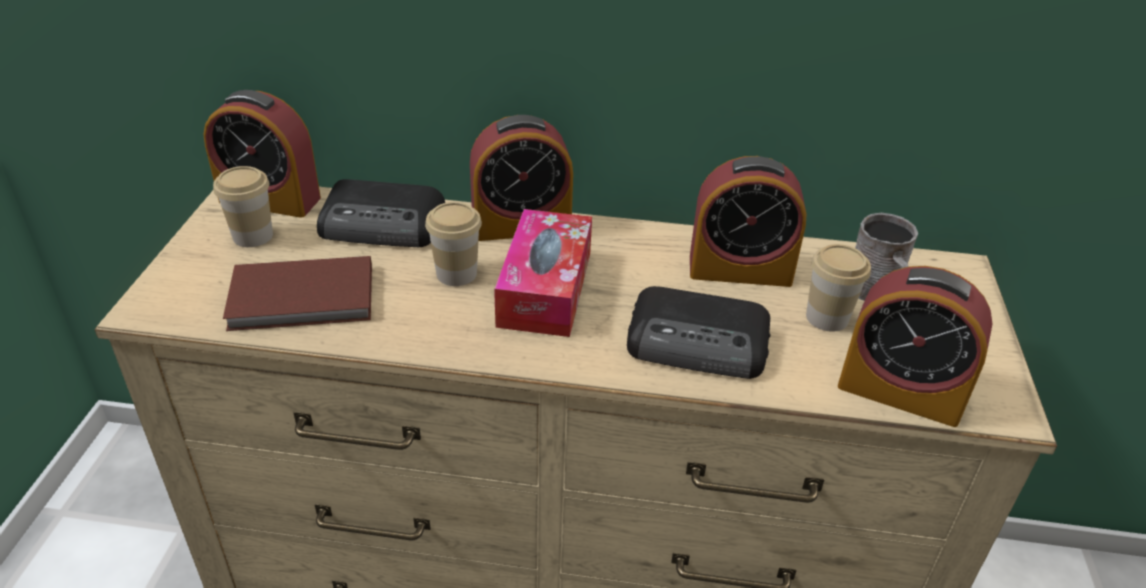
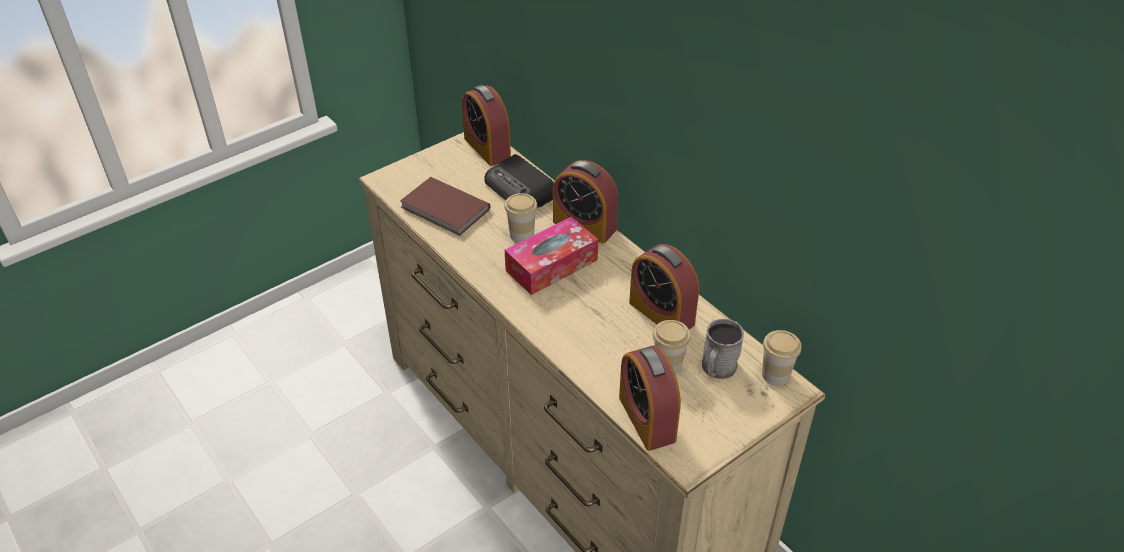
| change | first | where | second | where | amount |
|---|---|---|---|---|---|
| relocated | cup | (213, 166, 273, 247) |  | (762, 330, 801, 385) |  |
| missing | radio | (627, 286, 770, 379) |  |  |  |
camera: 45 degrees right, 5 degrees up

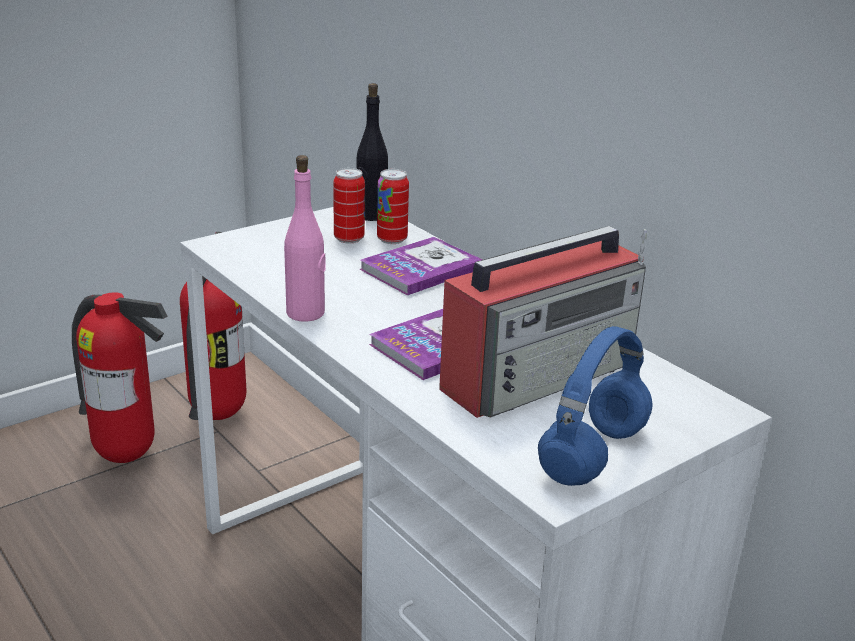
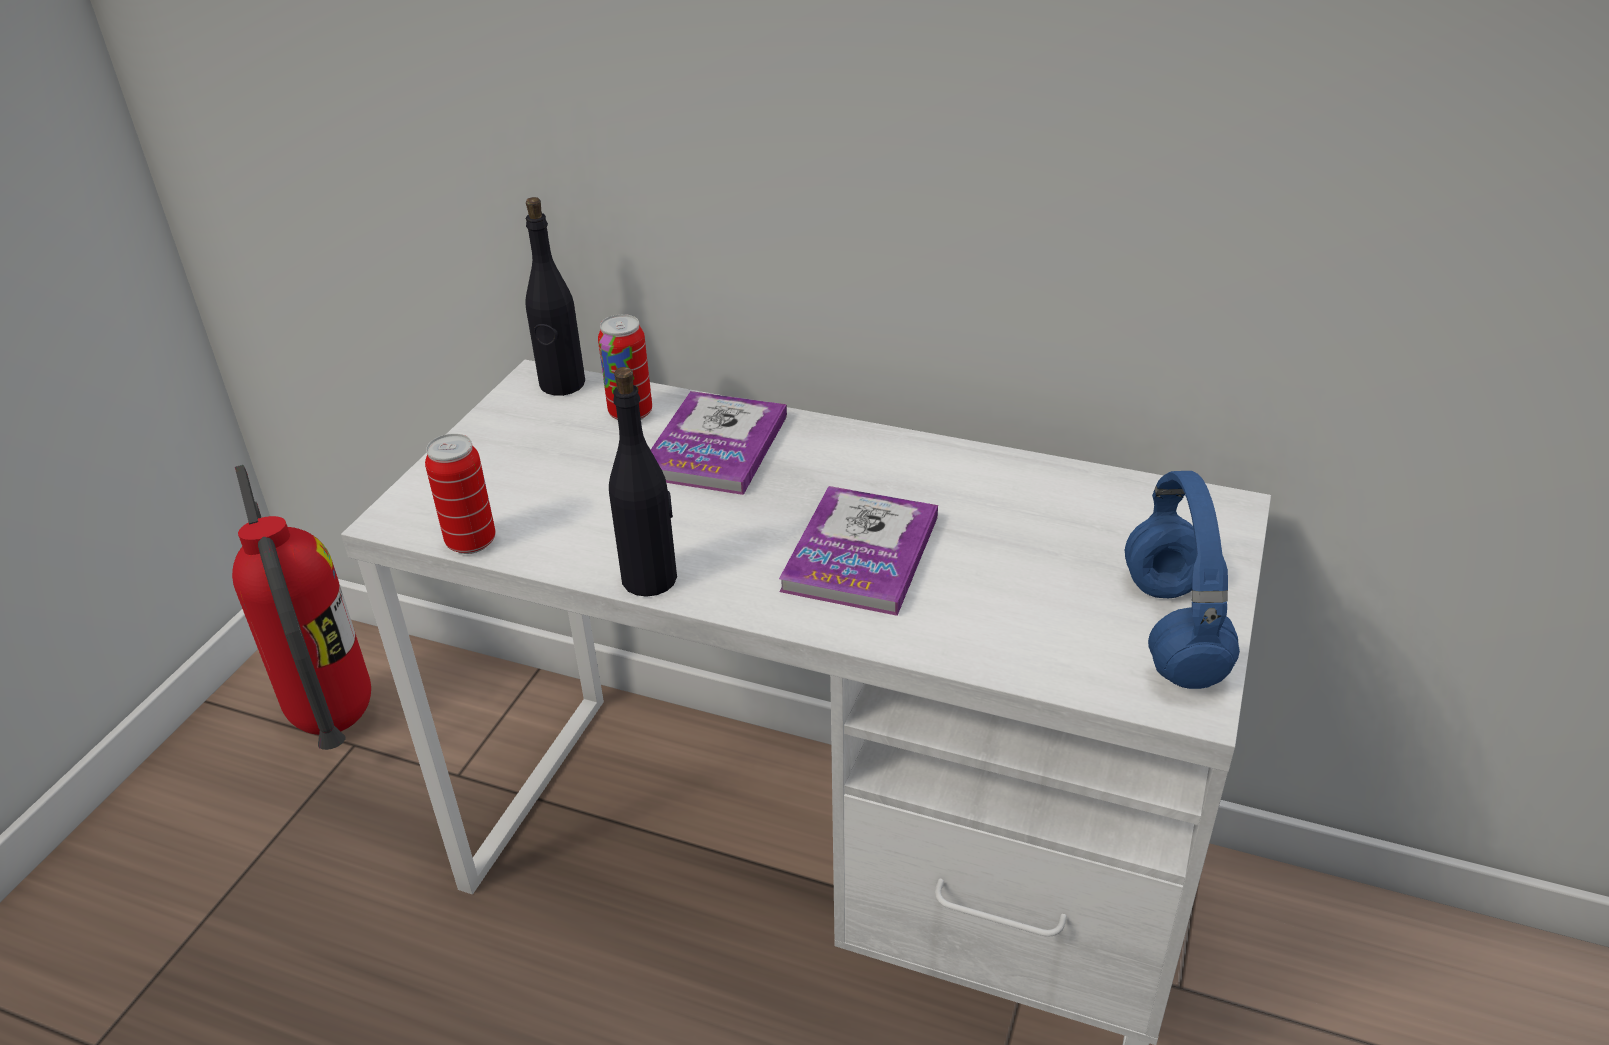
| change | first | where | second | where | amount |
|---|---|---|---|---|---|
| colour | pink bottle | (284, 155, 325, 322) | black bottle | (609, 367, 677, 597) |  |
| relocated | can | (333, 168, 365, 243) |  | (425, 434, 496, 554) |  |
| missing | radio | (439, 226, 647, 418) |  |  |  |
| missing | fire extinguisher | (72, 292, 168, 463) |  |  |  |
camera: 30 degrees left, 10 degrees up

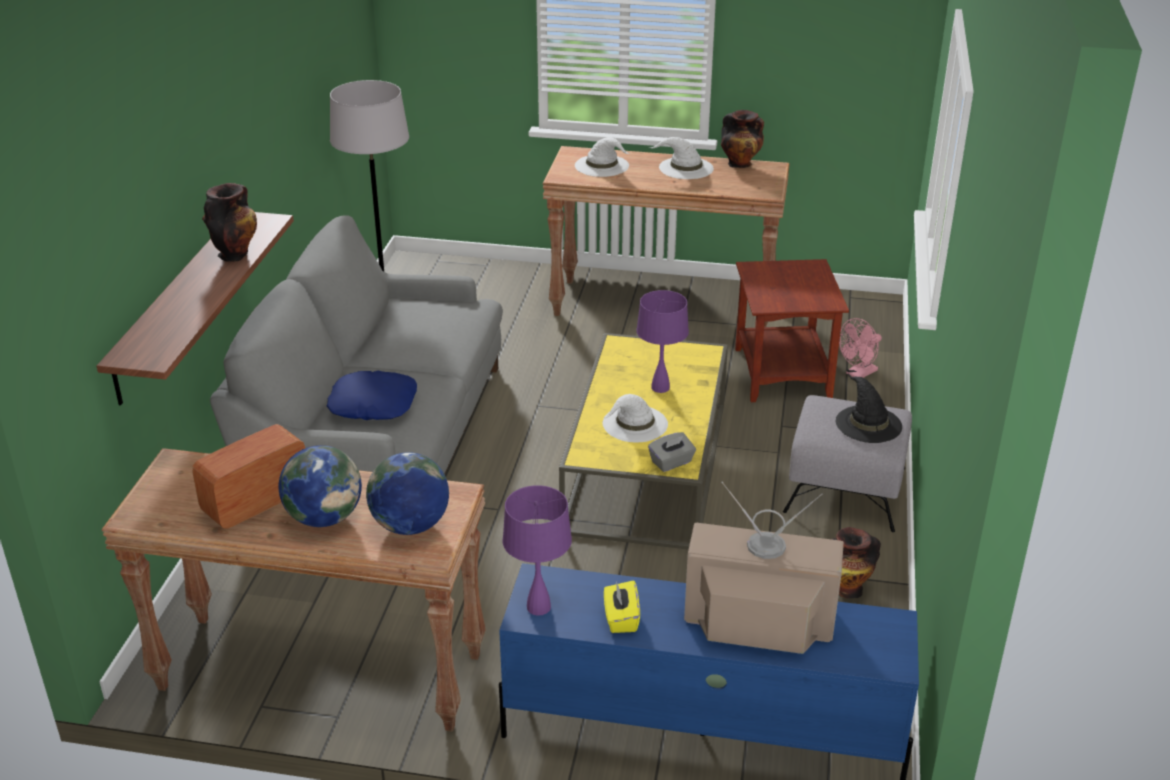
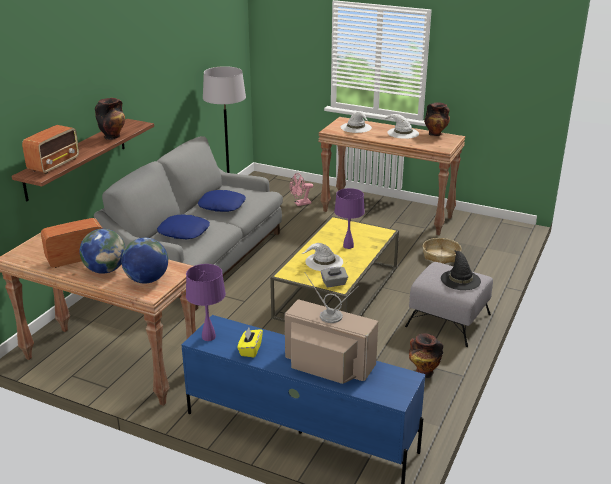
| change | first | where | second | where | amount |
|---|---|---|---|---|---|
| exchanged | brown side table | (735, 259, 849, 402) | basket | (423, 238, 462, 264) |  |
| relocated | pink fan | (839, 318, 882, 378) |  | (290, 173, 313, 206) |  |
| appeared |  |  | radio | (22, 125, 79, 174) |  |
| appeared |  |  | blue pillow | (198, 190, 246, 212) |  |
camera: 15 degrees right, 5 degrees down

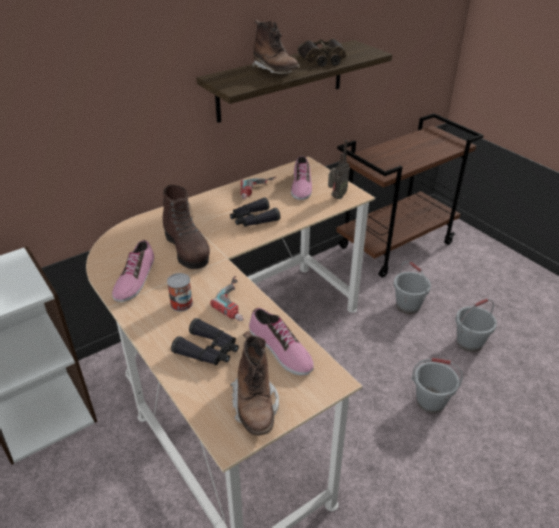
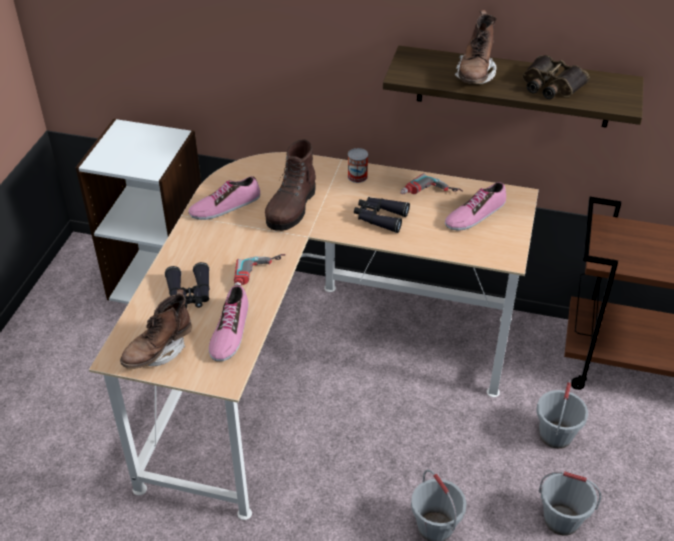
| change | first | where | second | where | amount |
|---|---|---|---|---|---|
| missing | radio | (328, 140, 350, 199) |  |  |  |
| relocated | can | (167, 273, 193, 311) |  | (348, 148, 368, 183) |  |
camera: 50 degrees right, 5 degrees up

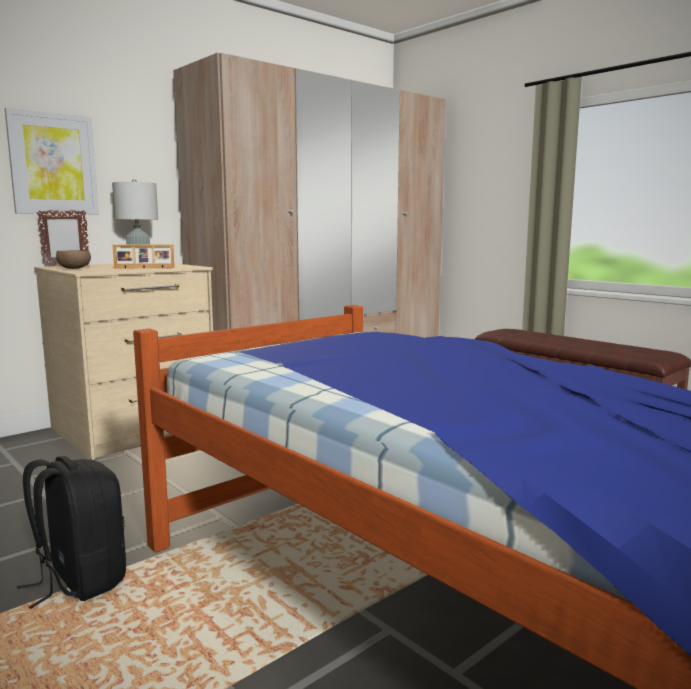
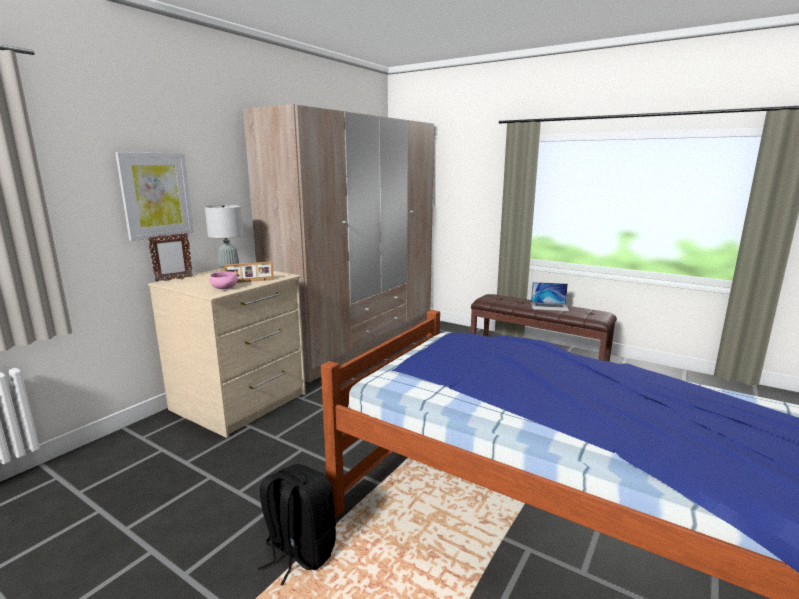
| change | first | where | second | where | amount |
|---|---|---|---|---|---|
| missing | brown bowl | (56, 250, 91, 269) |  |  |  |
| appeared |  |  | pink bowl | (210, 271, 238, 289) |  |
| appeared |  |  | laptop | (531, 282, 569, 311) |  |
camera: 15 degrees left, 5 degrees up

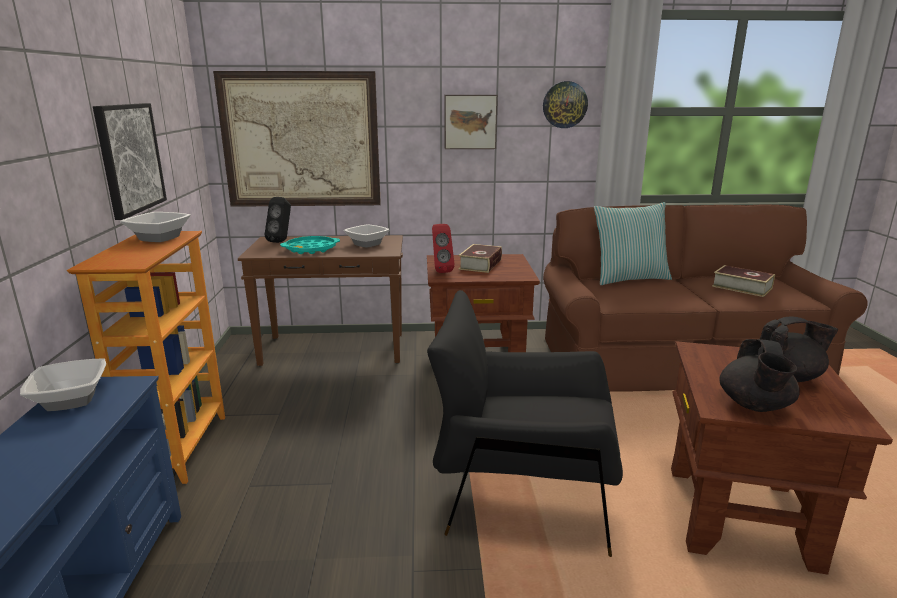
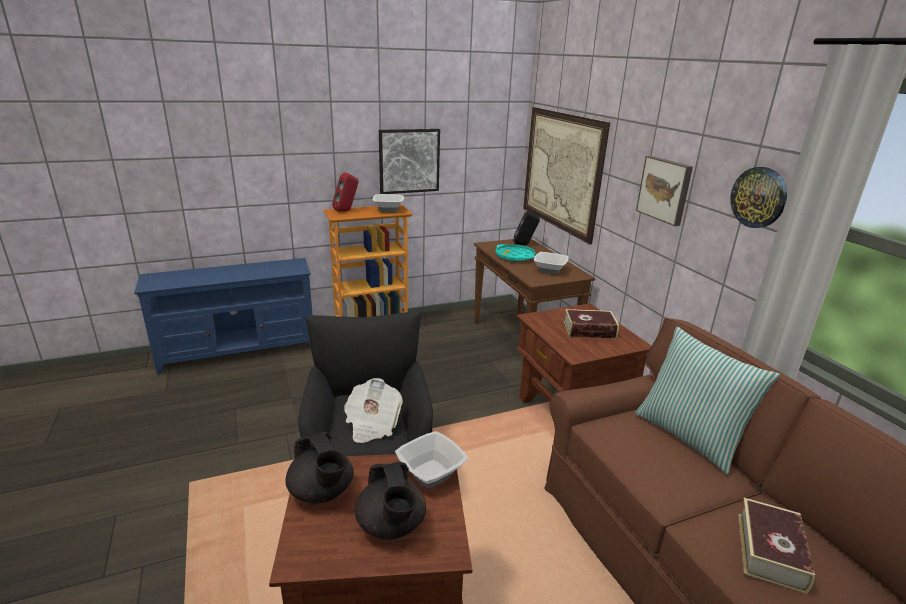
| change | first | where | second | where | amount |
|---|---|---|---|---|---|
| relocated | red speaker | (432, 224, 455, 273) |  | (332, 172, 358, 212) |  |
| spun | black teapot | (719, 339, 800, 412) |  | (285, 432, 354, 504) | 120 degrees counterclockwise |
| relocated | bowl | (20, 358, 106, 411) |  | (395, 431, 468, 488) |  |
| appeared |  |  | newspaper | (344, 378, 403, 443) |  |
camera: 70 degrees right, 5 degrees up

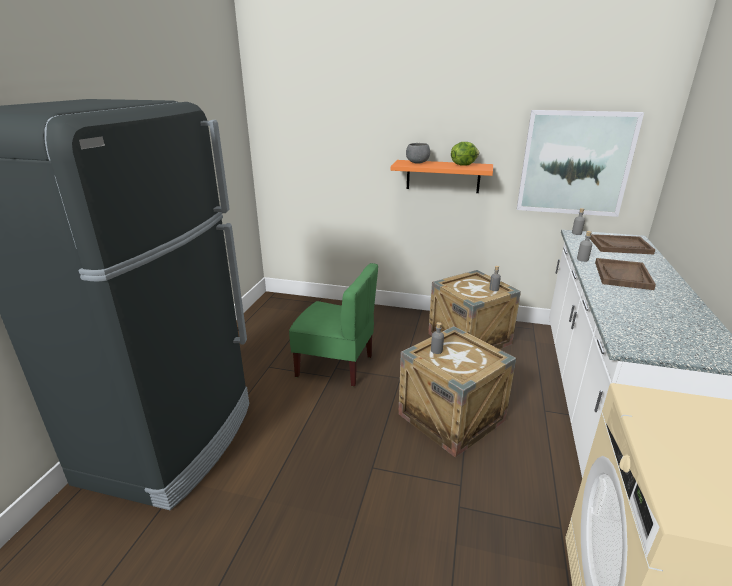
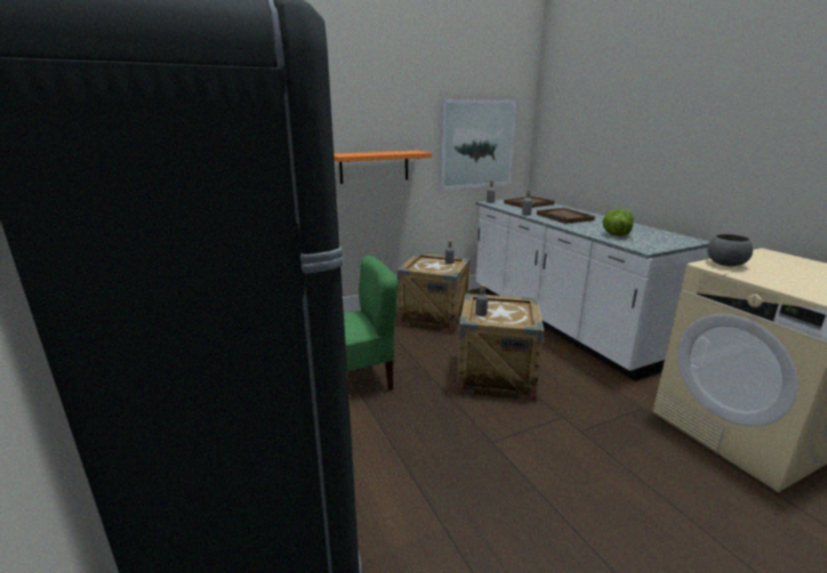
| change | first | where | second | where | amount |
|---|---|---|---|---|---|
| relocated | lettuce | (451, 142, 479, 166) |  | (603, 209, 634, 236) |  |
| relocated | grey bowl | (406, 143, 430, 164) |  | (707, 234, 753, 266) |  |
camera: 40 degrees left, 5 degrees down

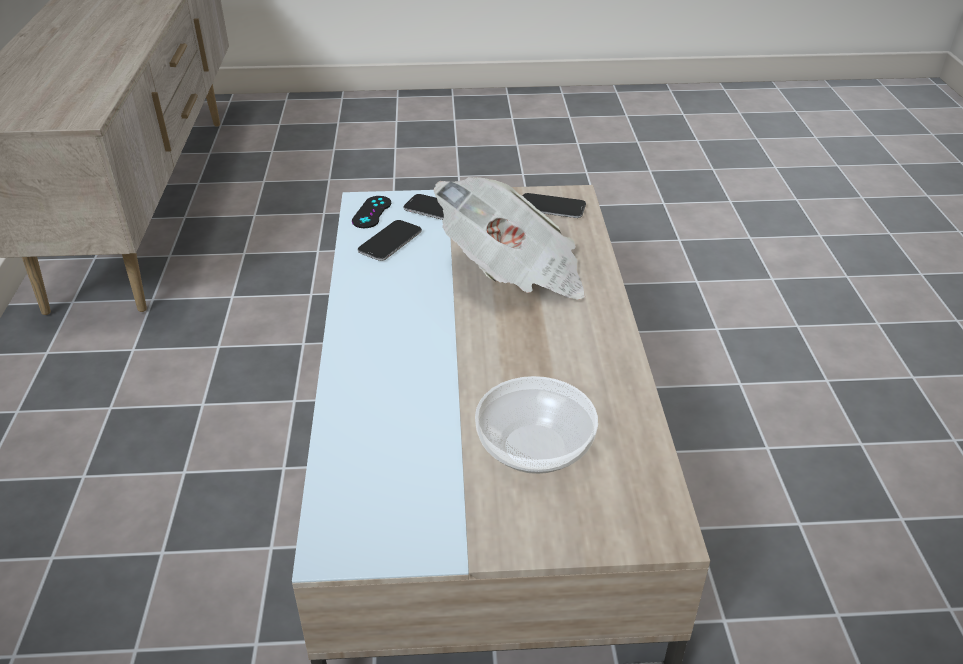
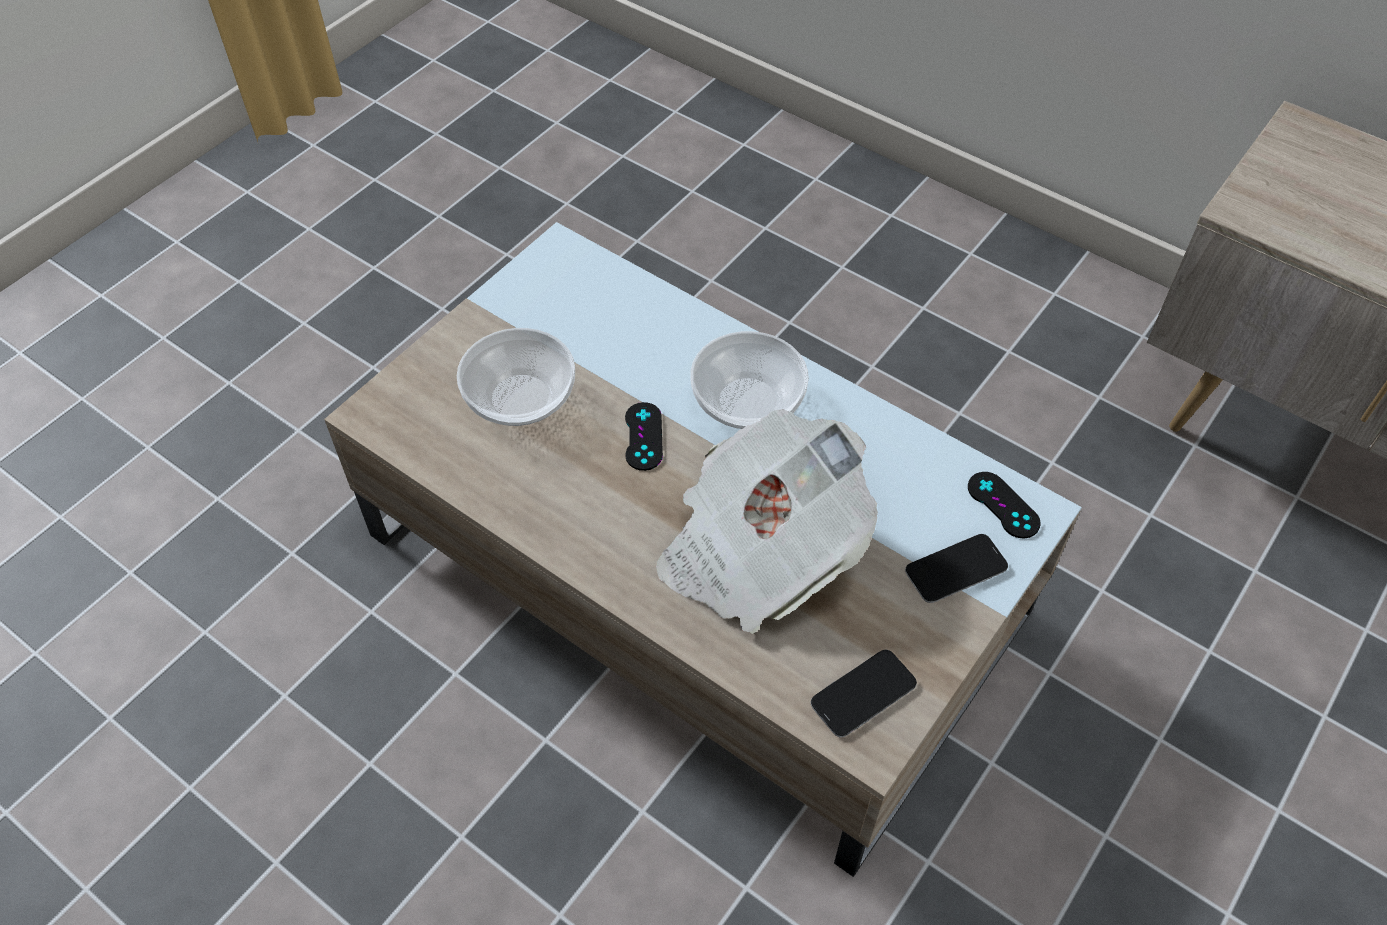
| change | first | where | second | where | amount |
|---|---|---|---|---|---|
| missing | phone | (358, 220, 422, 261) |  |  |  |
| appeared |  |  | bowl | (690, 331, 809, 429) |  |
| appeared |  |  | black game controller | (625, 402, 663, 471) |  |
camera: 130 degrees right, 15 degrees up

